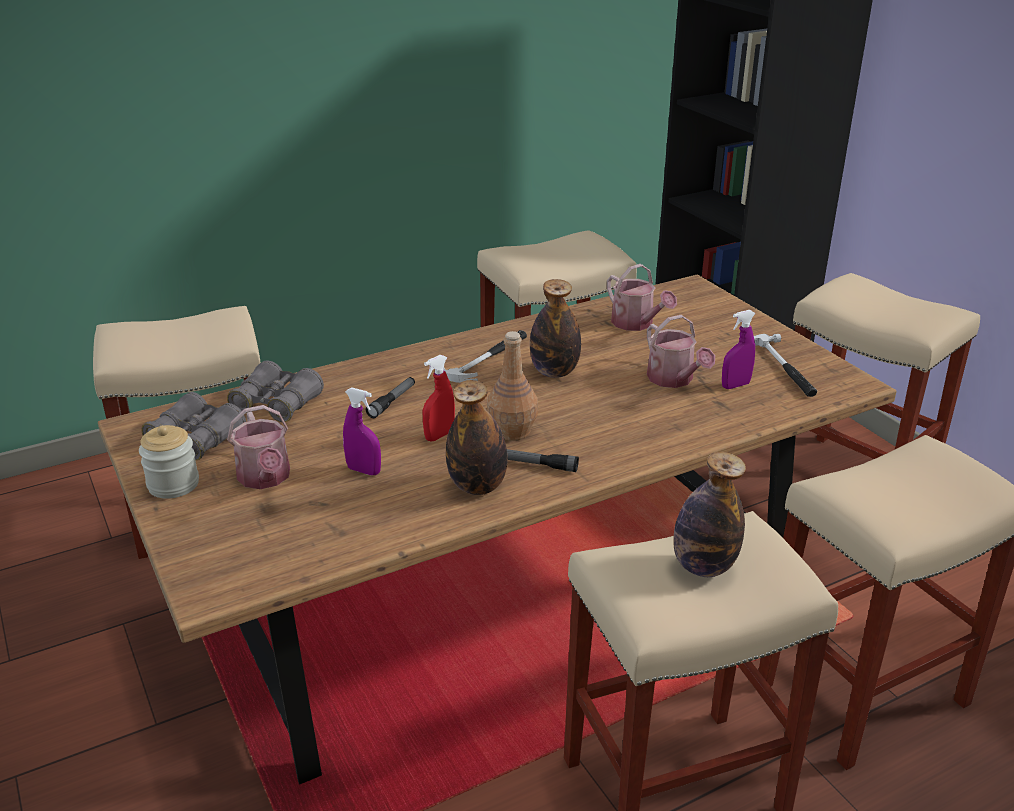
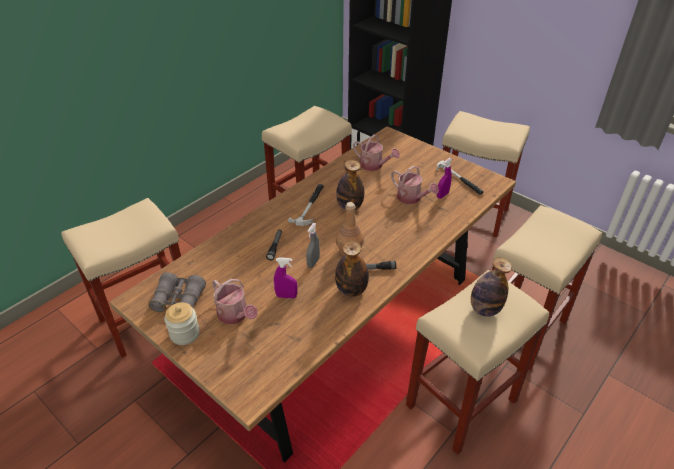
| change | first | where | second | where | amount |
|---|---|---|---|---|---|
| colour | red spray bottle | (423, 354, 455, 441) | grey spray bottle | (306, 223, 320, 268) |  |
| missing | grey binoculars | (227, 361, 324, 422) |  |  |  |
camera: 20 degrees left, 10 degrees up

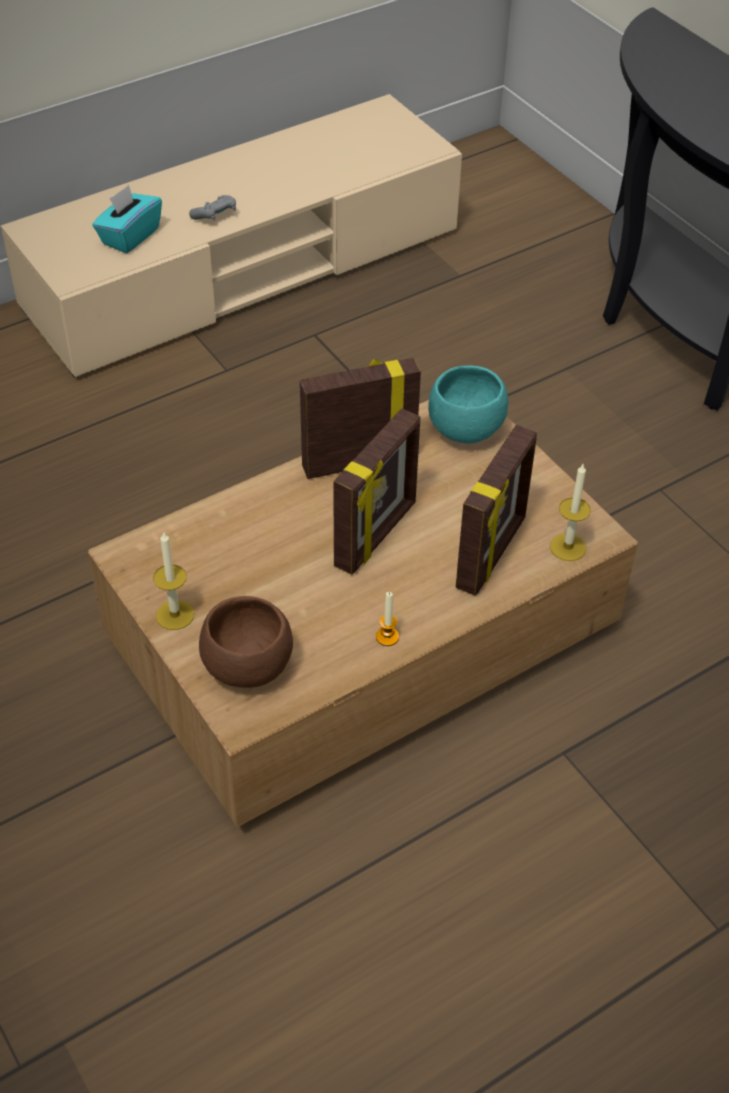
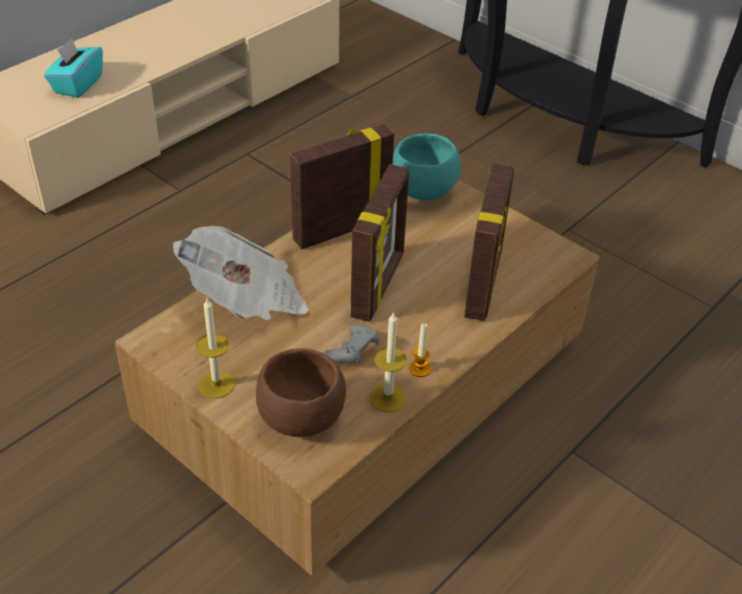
| change | first | where | second | where | amount |
|---|---|---|---|---|---|
| relocated | grey game controller | (189, 195, 236, 221) |  | (323, 324, 379, 364) |  |
| relocated | candle | (550, 464, 591, 561) |  | (370, 311, 407, 412) |  |
| appeared |  |  | newspaper | (173, 226, 309, 320) |  |
camera: 15 degrees left, 5 degrees down

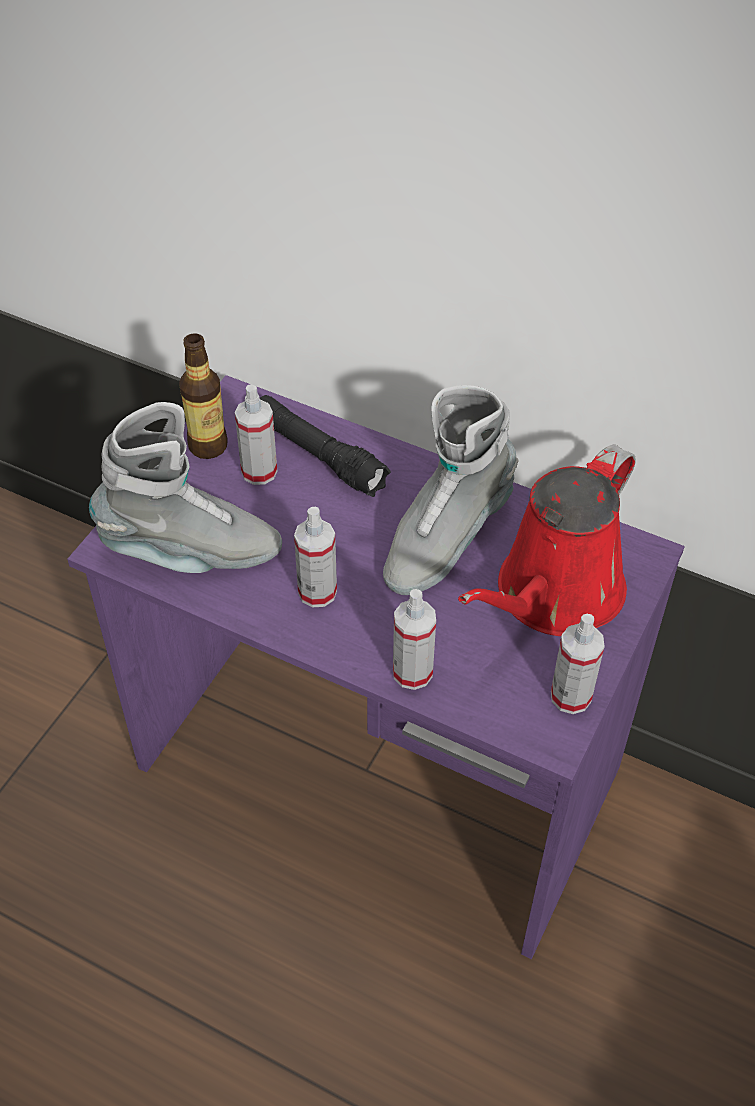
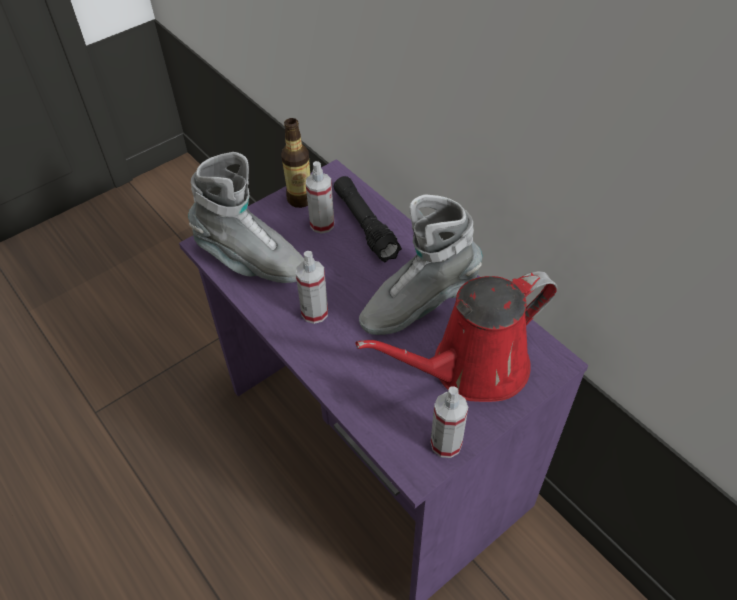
| change | first | where | second | where | amount |
|---|---|---|---|---|---|
| missing | spray bottle | (393, 589, 436, 690) |  |  |  |
camera: 25 degrees right, 0 degrees up

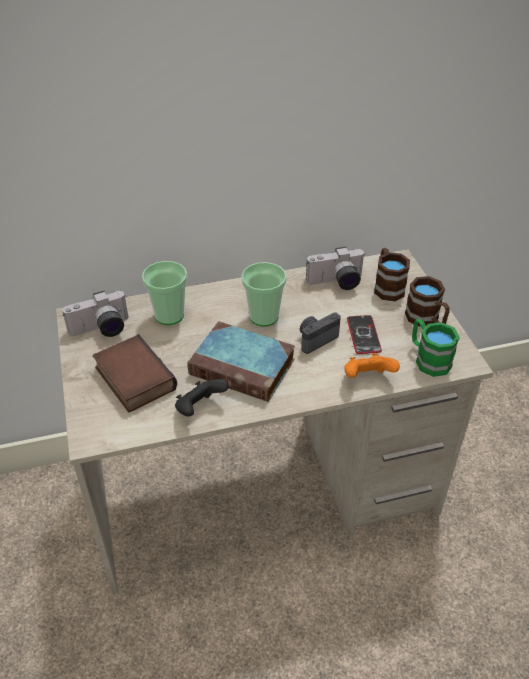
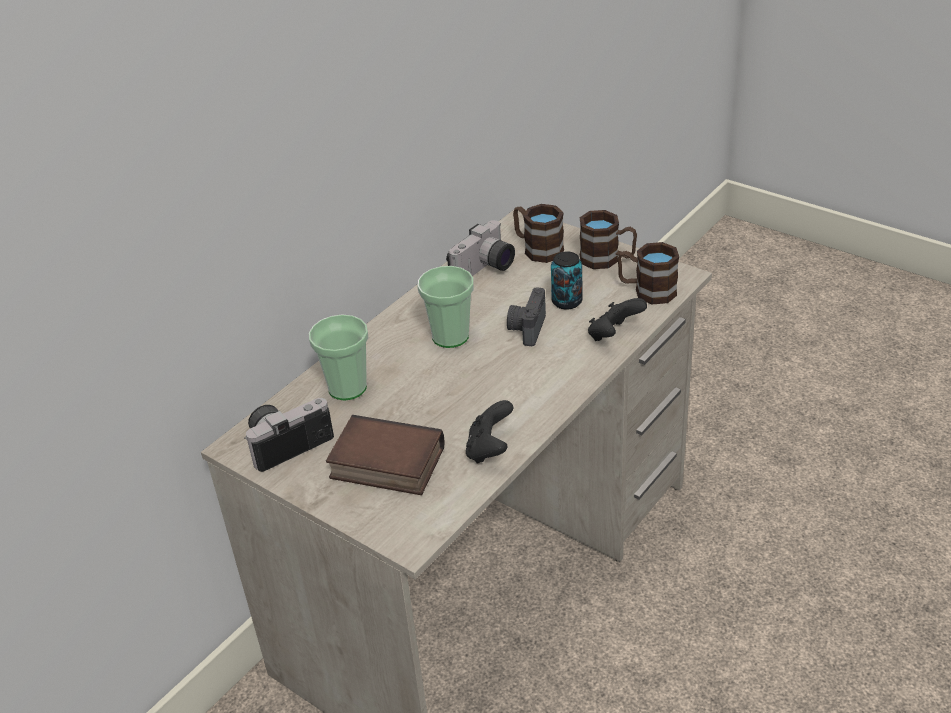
| change | first | where | second | where | amount |
|---|---|---|---|---|---|
| spun | photo camera | (62, 291, 128, 337) |  | (244, 398, 334, 472) | 150 degrees counterclockwise |
| exchanged | phone | (347, 315, 382, 354) | can | (551, 251, 582, 310) |  |
| colour | green mug | (412, 319, 460, 377) | brown mug | (618, 242, 679, 304) |  |
| missing | book | (187, 321, 295, 402) |  |  |  |
| colour | orange game controller | (344, 353, 400, 378) | black game controller | (588, 298, 647, 341) |  |
camera: 35 degrees left, 5 degrees down

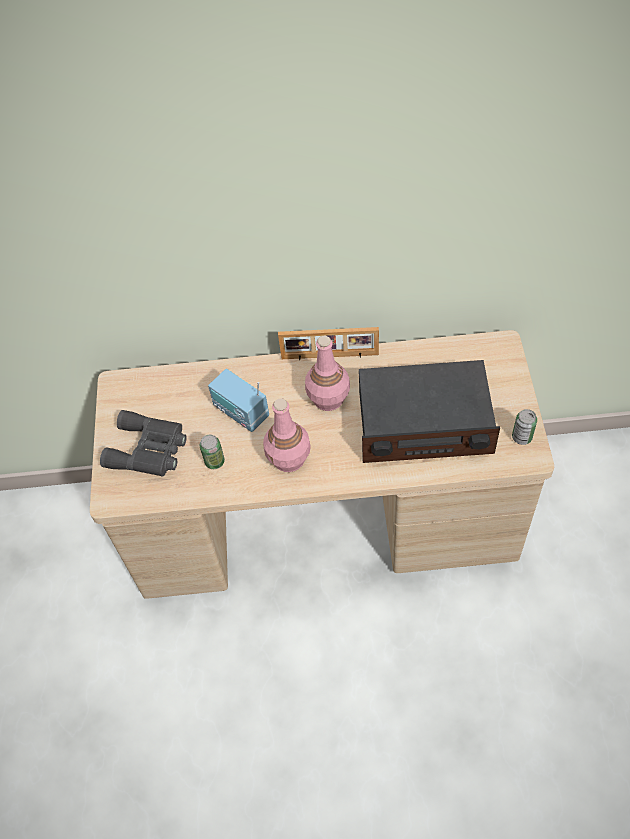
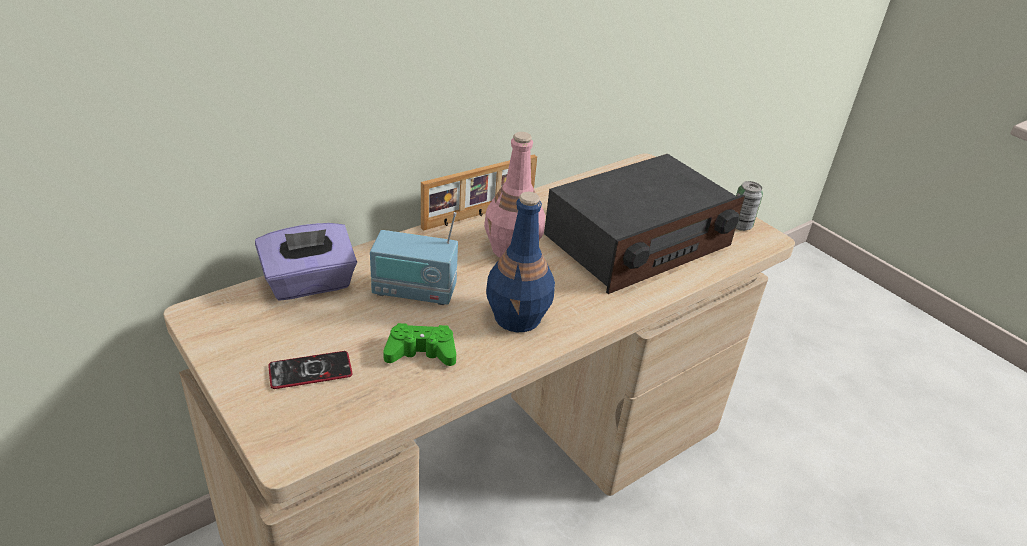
| change | first | where | second | where | amount |
|---|---|---|---|---|---|
| colour | pink bottle | (263, 398, 311, 472) | blue bottle | (486, 192, 555, 332) |  |
| exchanged | grey binoculars | (100, 410, 187, 477) | phone | (268, 351, 353, 389) |  |
| exchanged | can | (200, 435, 225, 469) | green game controller | (383, 323, 456, 366) |  |
| appeared |  |  | purple tissue box | (255, 223, 357, 300) |  |
camera: 40 degrees left, 20 degrees down

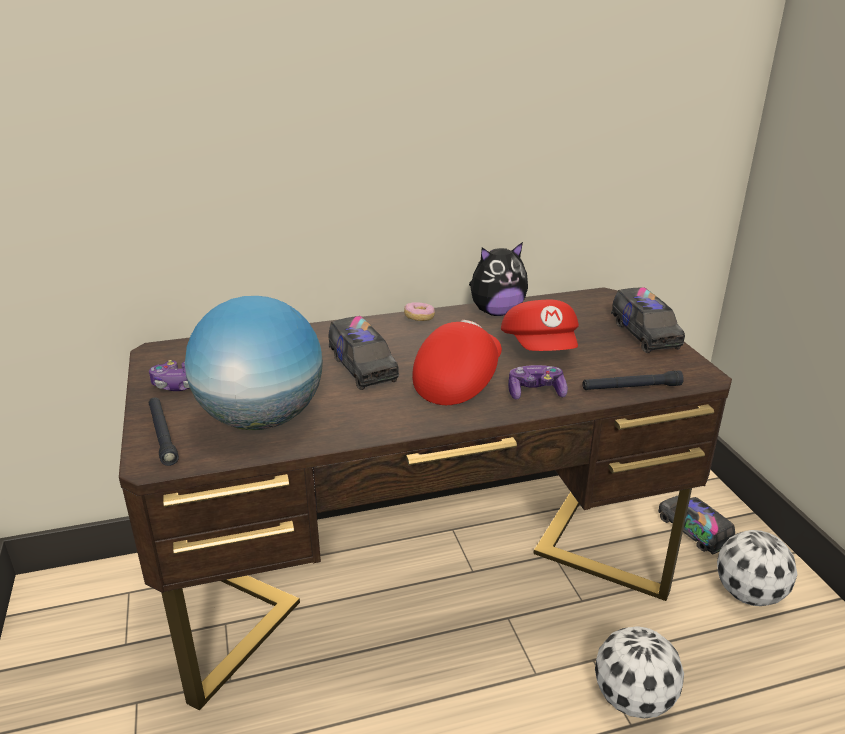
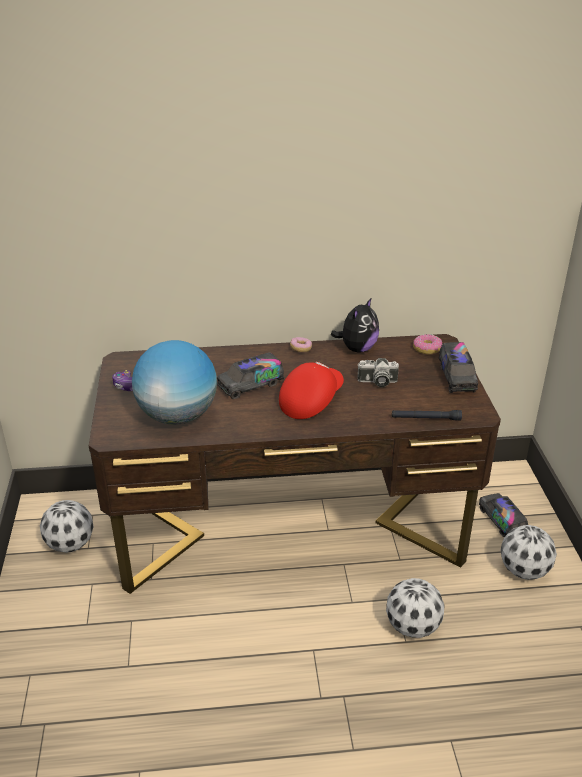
| change | first | where | second | where | amount |
|---|---|---|---|---|---|
| spun | plush toy | (469, 242, 528, 316) |  | (331, 297, 379, 353) | 45 degrees counterclockwise |
| exchanged | red cap | (501, 300, 579, 351) | photo camera | (357, 358, 399, 387) |  |
| spun | toy truck | (329, 316, 399, 390) |  | (217, 352, 285, 399) | 75 degrees clockwise |
| missing | game controller | (508, 365, 568, 400) |  |  |  |
| missing | black flashlight | (149, 397, 179, 466) |  |  |  |
| appeared |  |  | donut | (413, 334, 442, 355) |  |
| appeared |  |  | football | (40, 500, 94, 553) |  |
camera: 10 degrees right, 5 degrees up

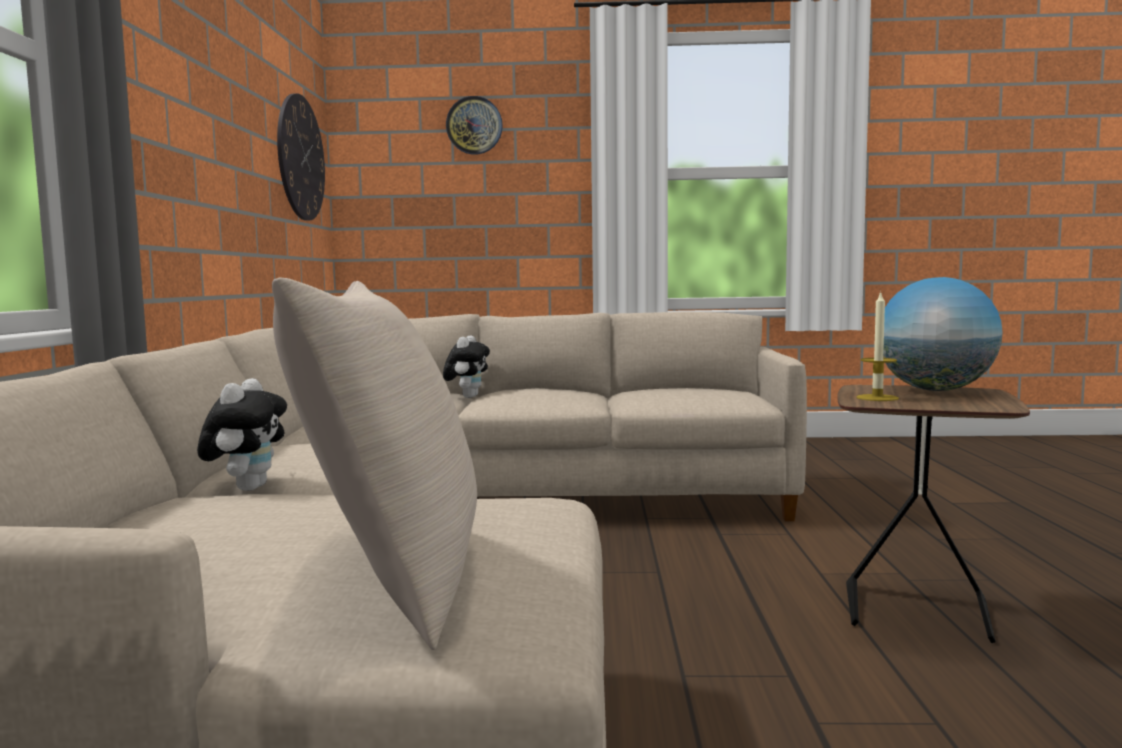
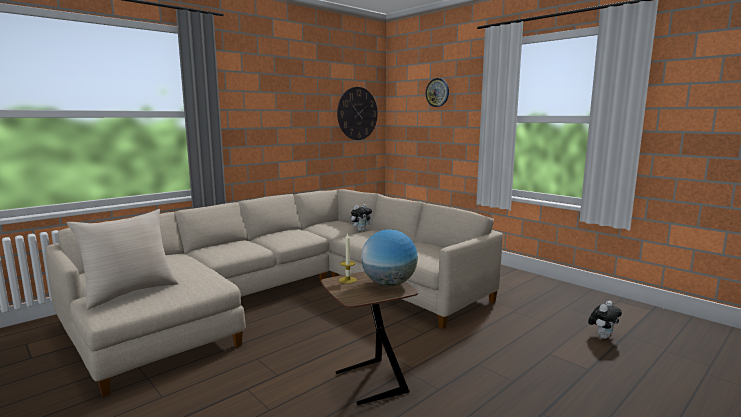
| change | first | where | second | where | amount |
|---|---|---|---|---|---|
| relocated | plush toy | (197, 378, 287, 491) |  | (588, 301, 622, 339) |  |
camera: 45 degrees right, 5 degrees up

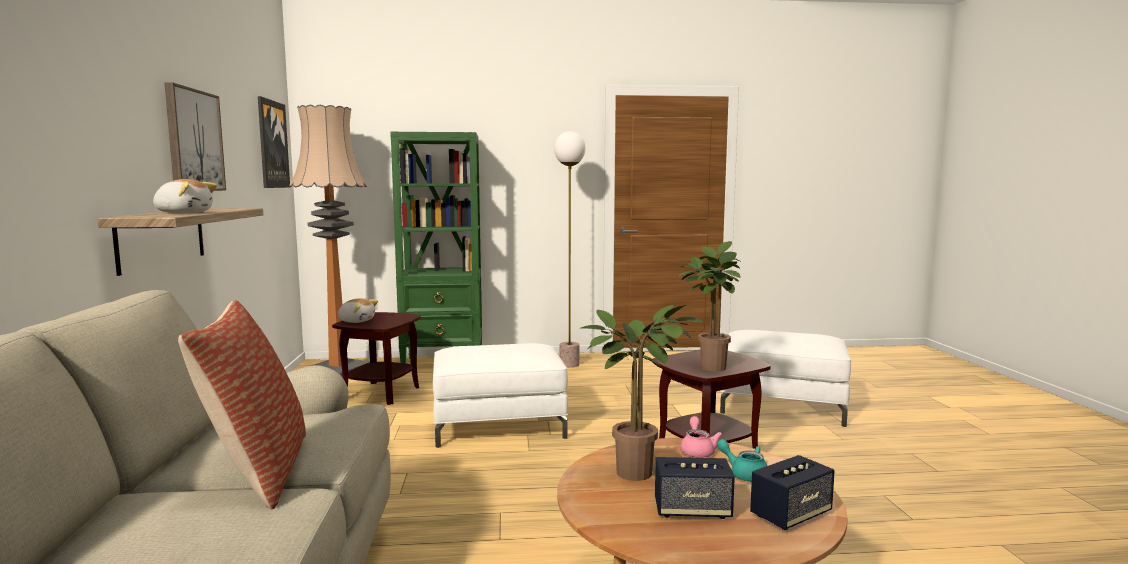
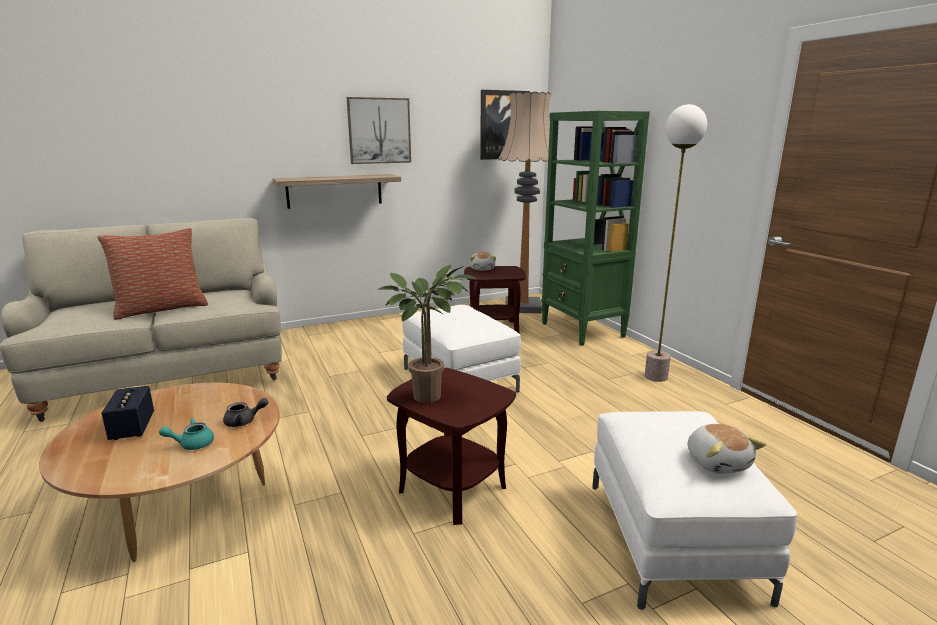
| change | first | where | second | where | amount |
|---|---|---|---|---|---|
| relocated | plush toy | (153, 179, 217, 213) |  | (688, 424, 766, 474) |  |
| missing | potted plant | (581, 305, 704, 481) |  |  |  |
| colour | pink teapot | (680, 416, 722, 458) | grey teapot | (223, 398, 268, 427) |  |
| spun | turquoise teapot | (717, 439, 768, 482) |  | (159, 418, 214, 450) | 135 degrees counterclockwise |
| missing | speaker | (750, 455, 835, 530) |  |  |  |
camera: 70 degrees right, 10 degrees up

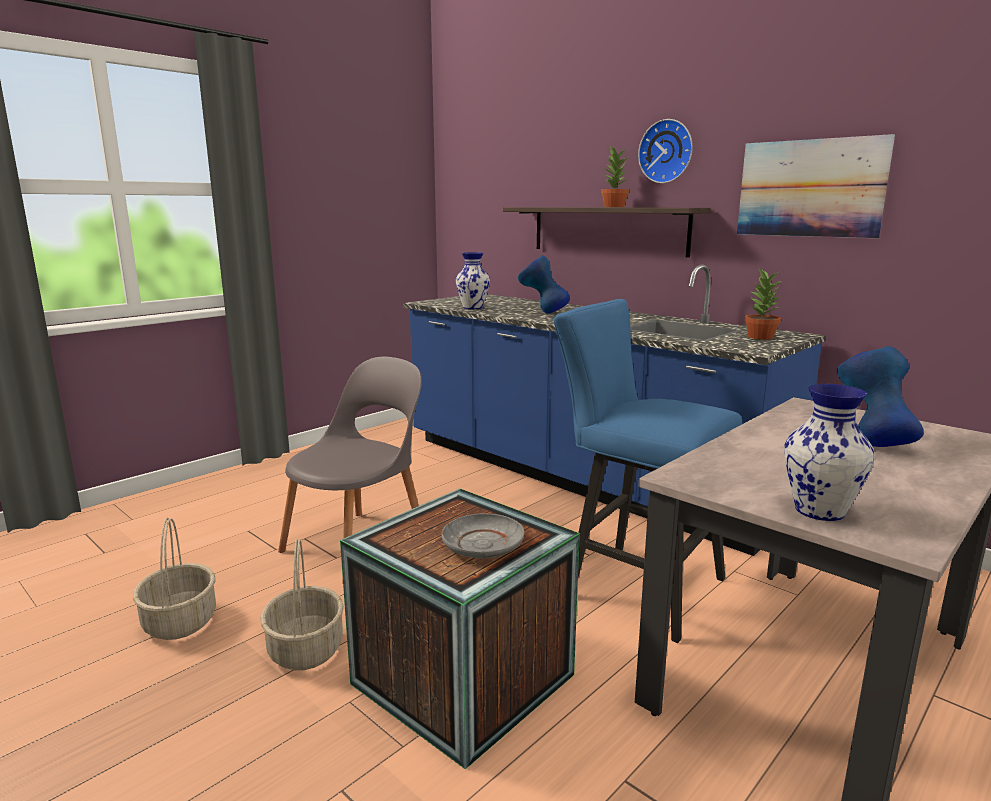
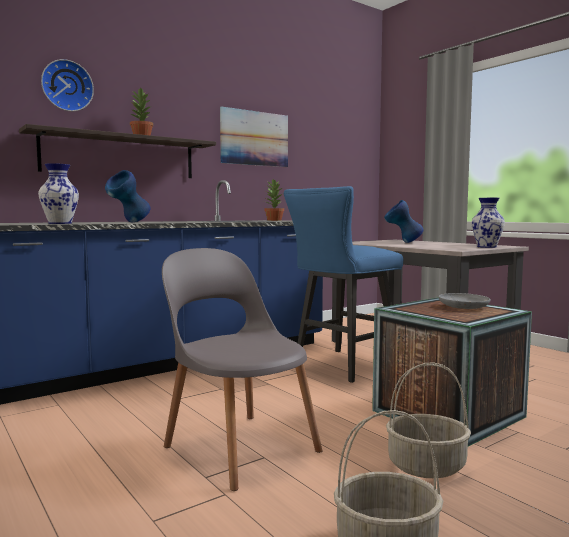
| change | first | where | second | where | amount |
|---|---|---|---|---|---|
| relocated | wall clock | (638, 119, 693, 183) |  | (41, 59, 94, 111) |  |
camera: 80 degrees left, 10 degrees down

